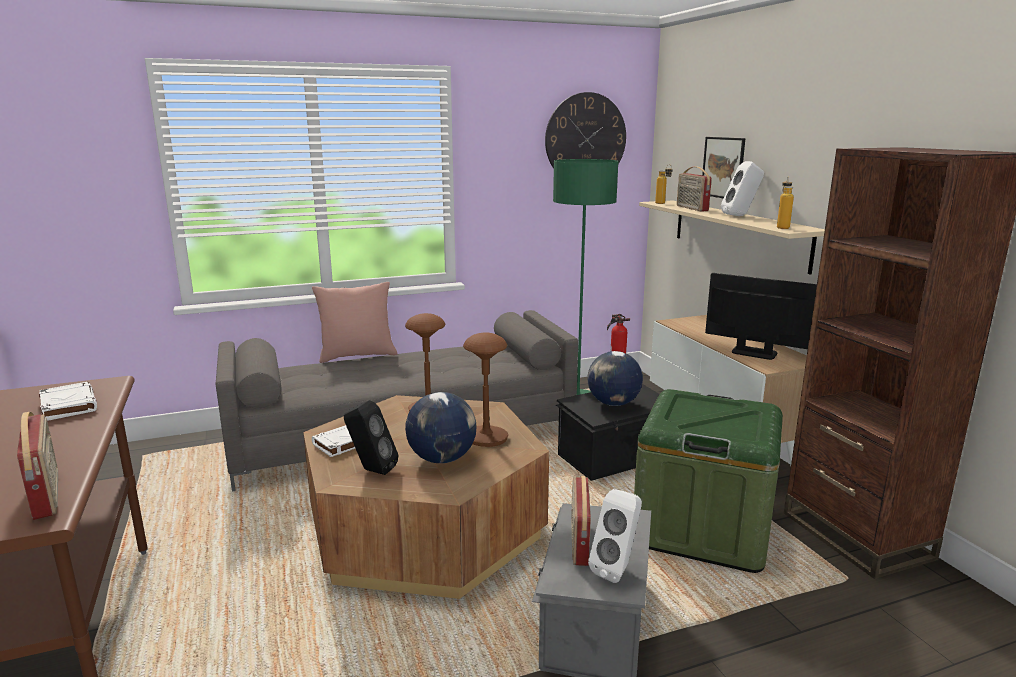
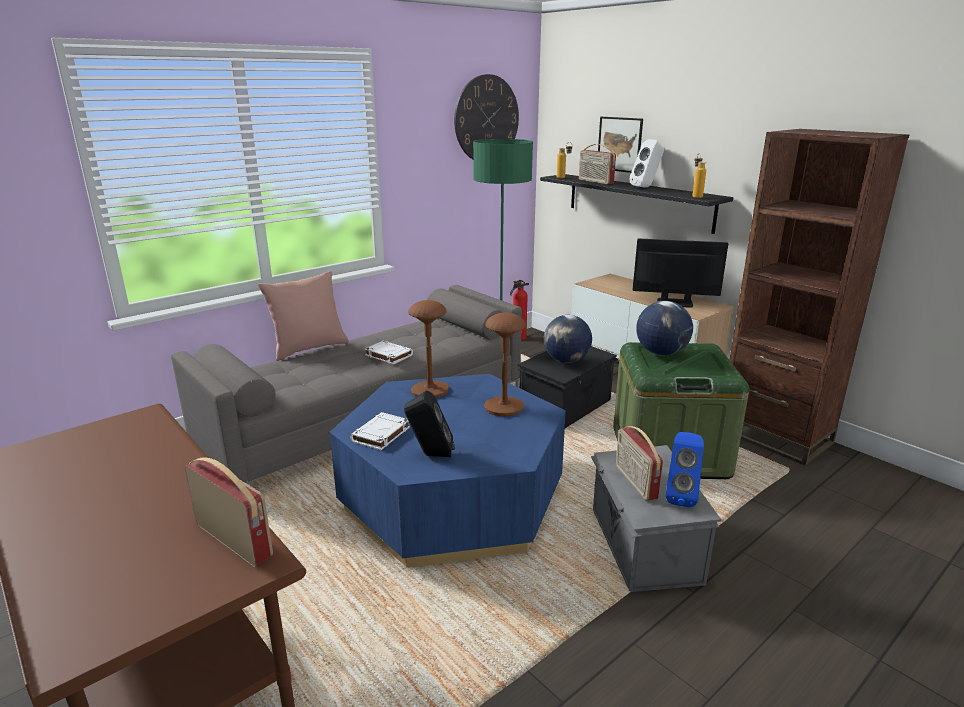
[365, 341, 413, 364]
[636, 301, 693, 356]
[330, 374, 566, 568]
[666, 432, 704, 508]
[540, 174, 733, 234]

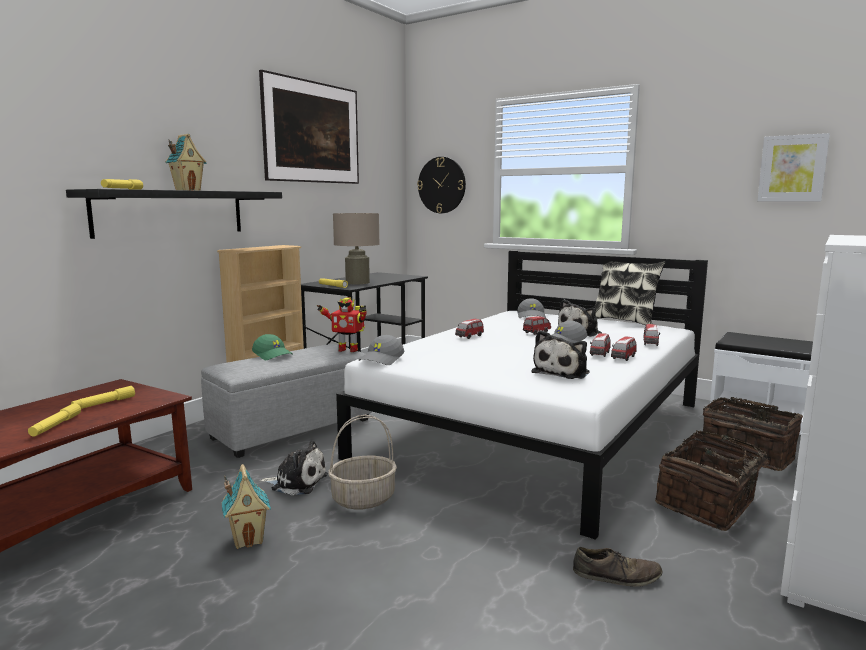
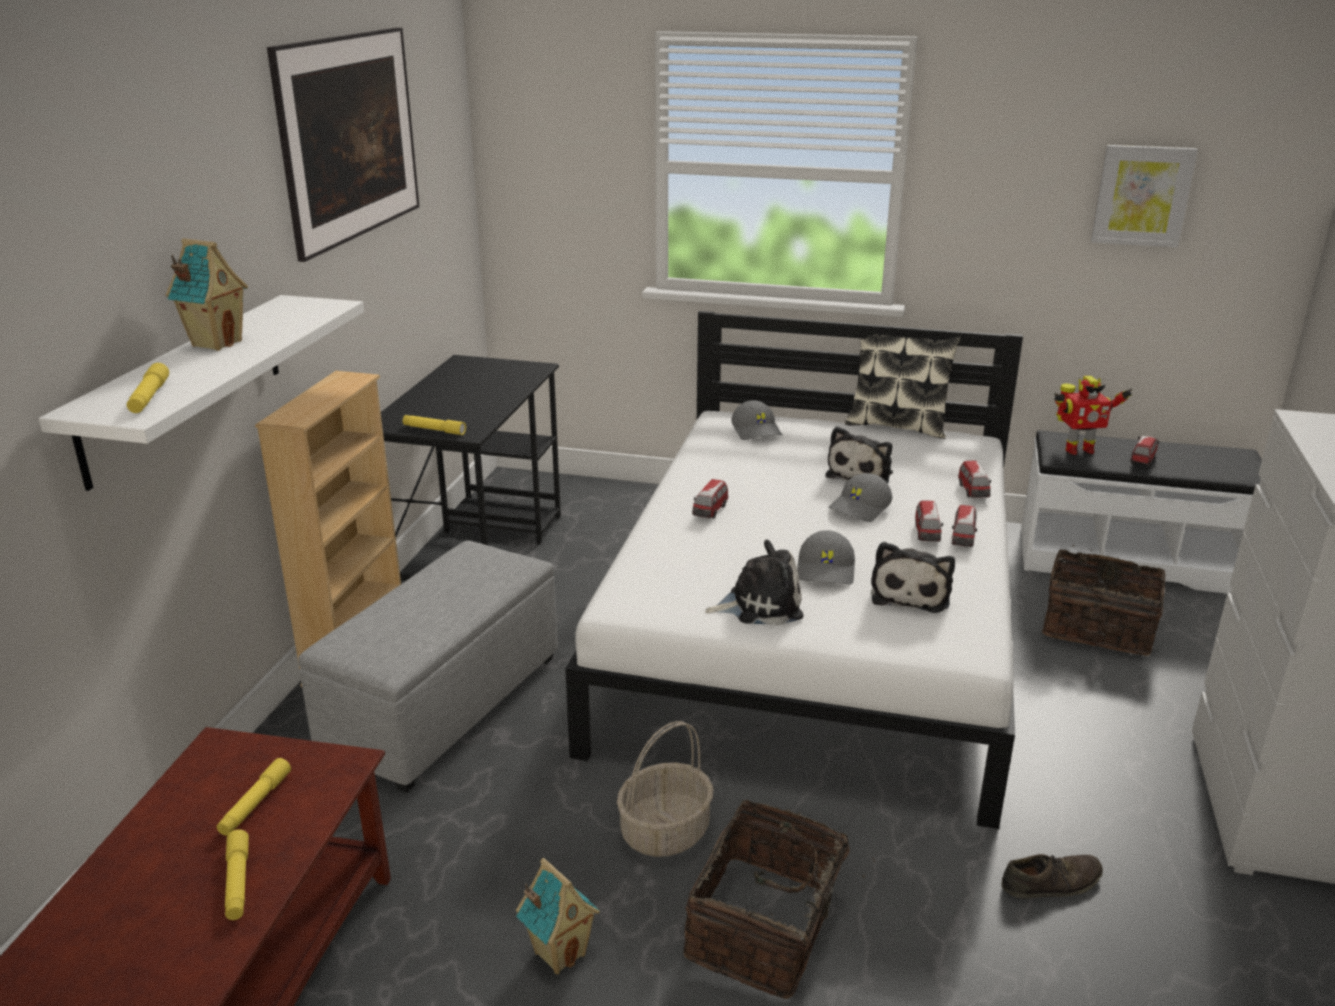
[252, 334, 293, 360] (first image)
[333, 213, 380, 284] (first image)
[417, 157, 466, 213] (first image)
[705, 540, 803, 625]
[1054, 376, 1132, 455]
[797, 530, 855, 584]
[1130, 436, 1160, 467]
[684, 799, 875, 999]
[39, 295, 364, 491]

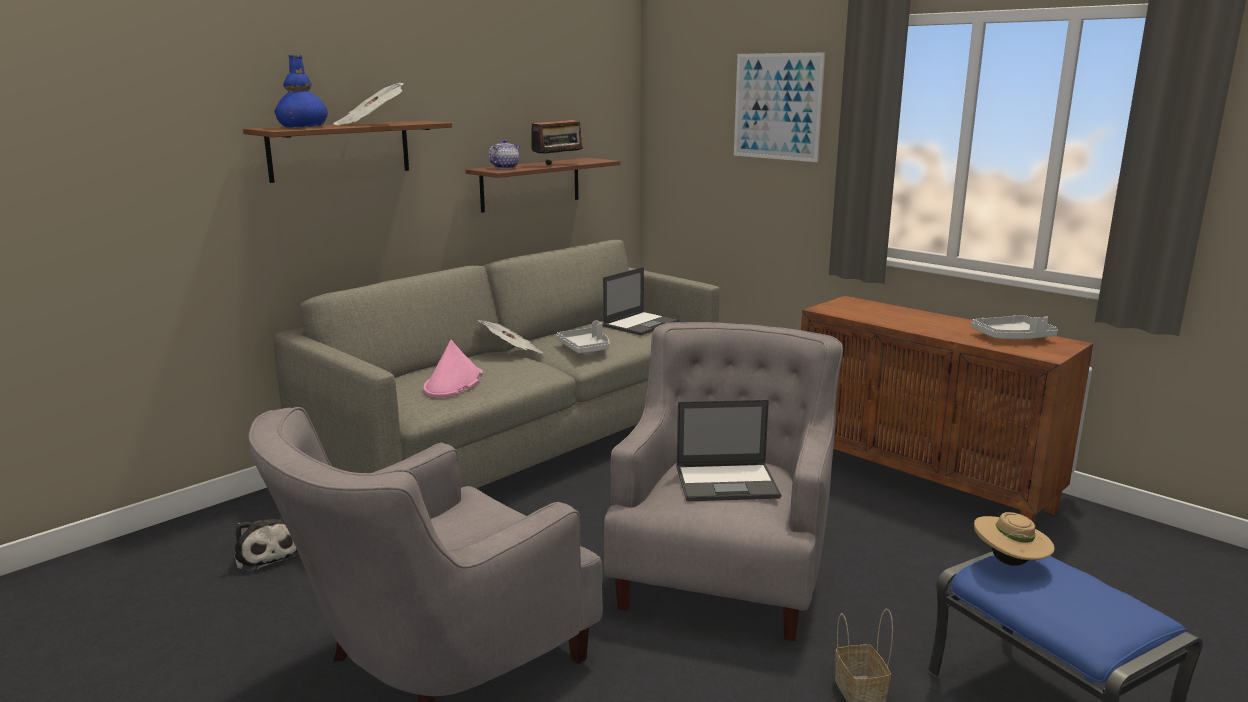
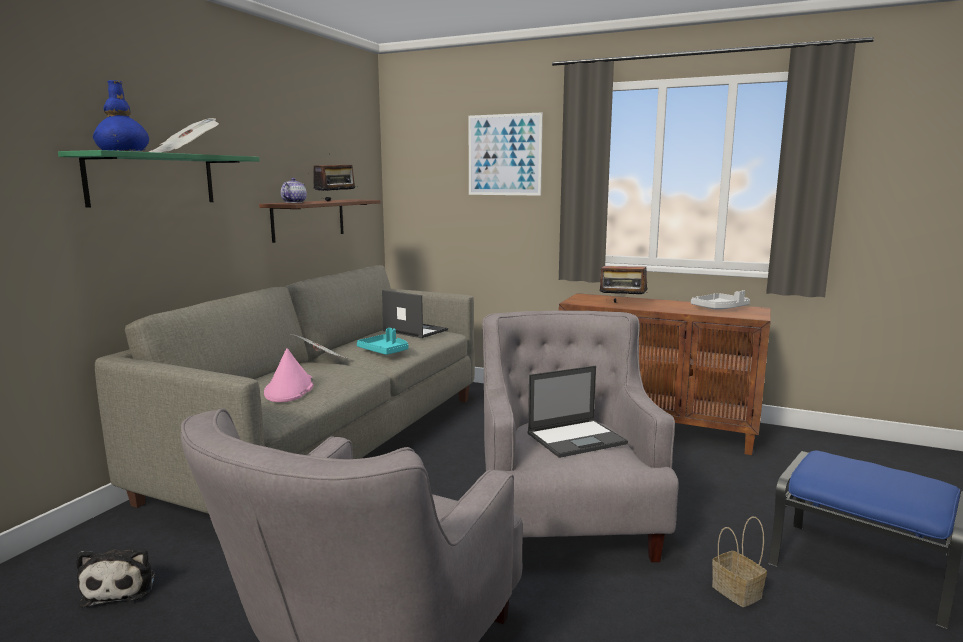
[974, 512, 1055, 566] (first image)
[600, 256, 648, 303]
[58, 150, 260, 208]
[357, 328, 408, 355]
[76, 549, 155, 608]
[382, 290, 448, 338]

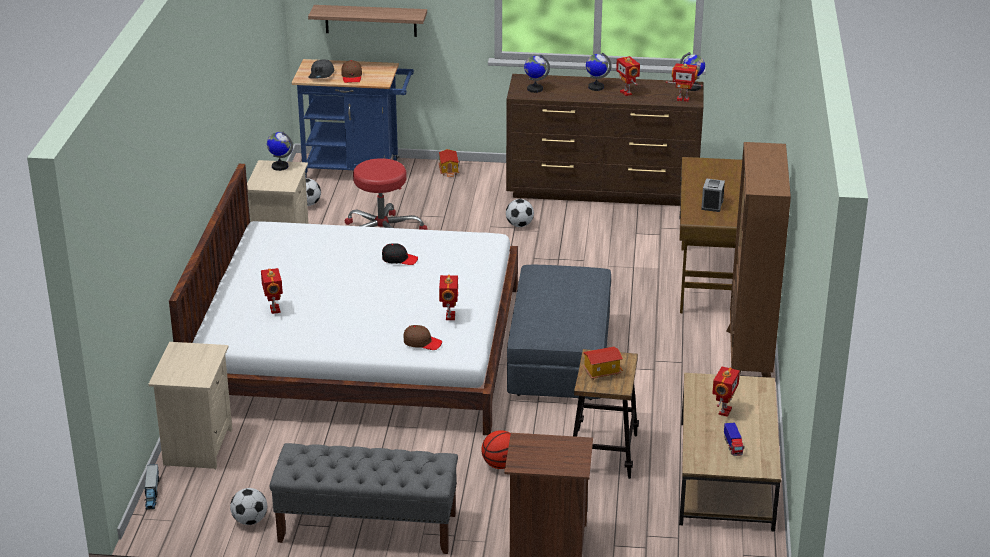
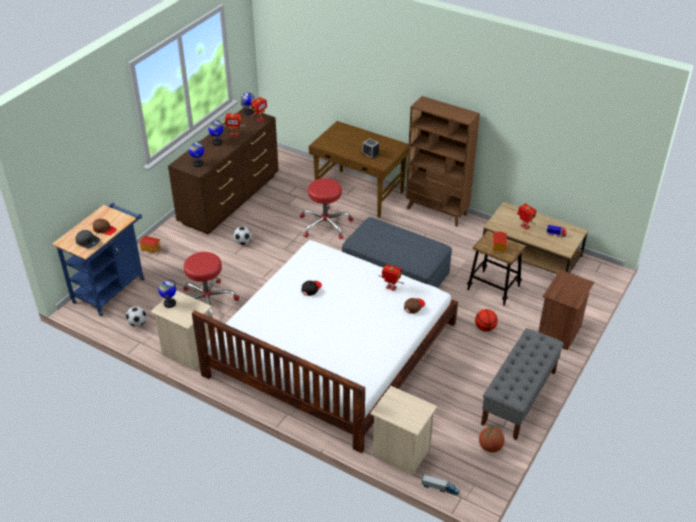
[261, 268, 283, 314] (first image)
[308, 5, 427, 37] (first image)
[300, 178, 354, 240]
[479, 427, 505, 453]

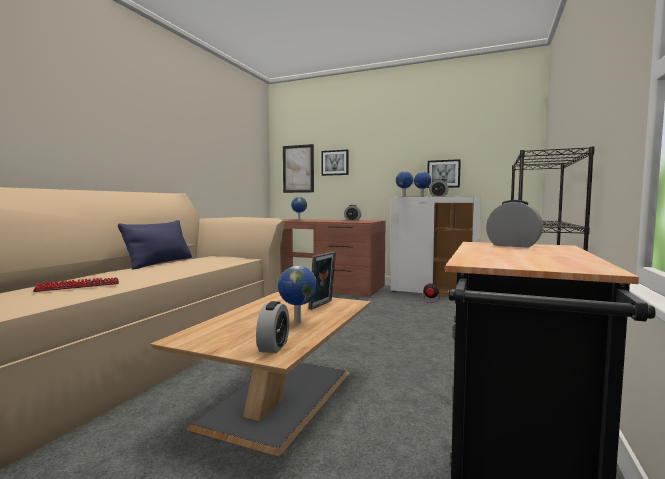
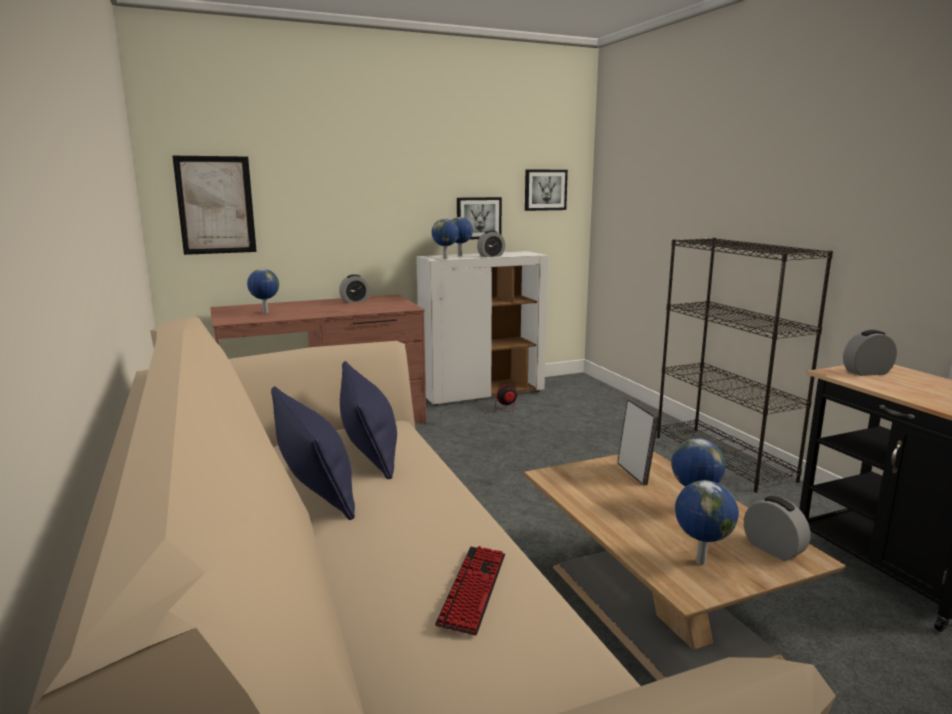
[340, 361, 397, 479]
[675, 480, 739, 565]
[525, 169, 568, 211]

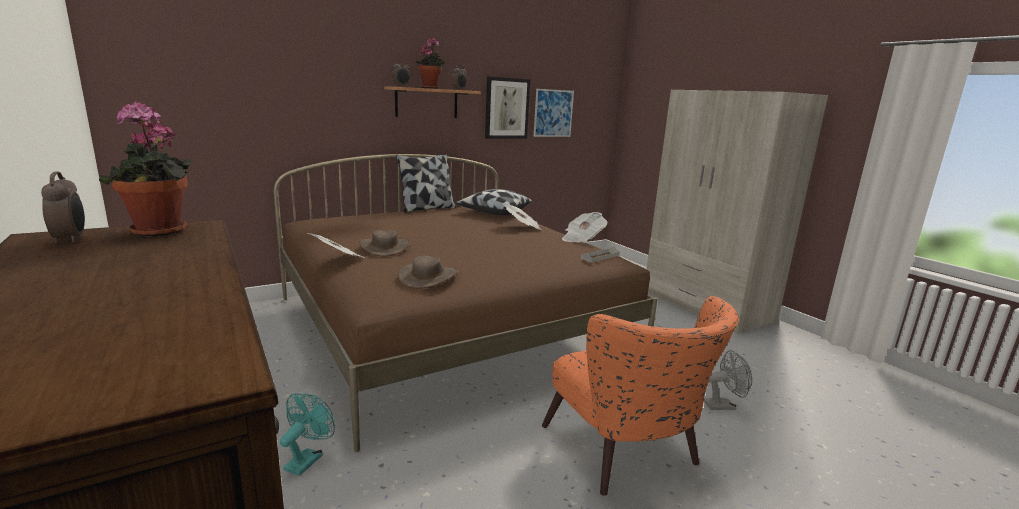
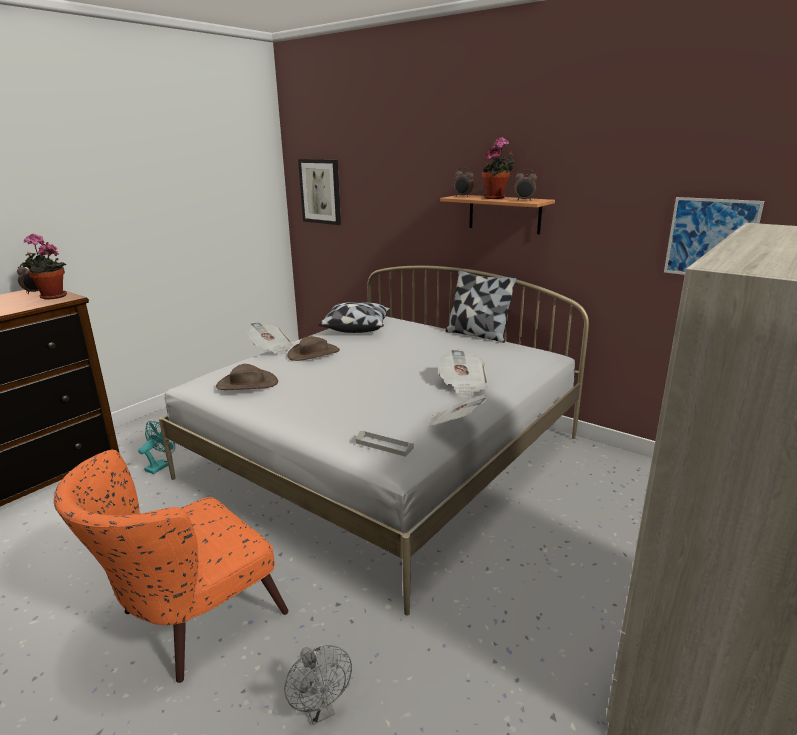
[318, 302, 390, 333]
[298, 159, 341, 225]
[159, 266, 589, 616]
[138, 421, 175, 474]

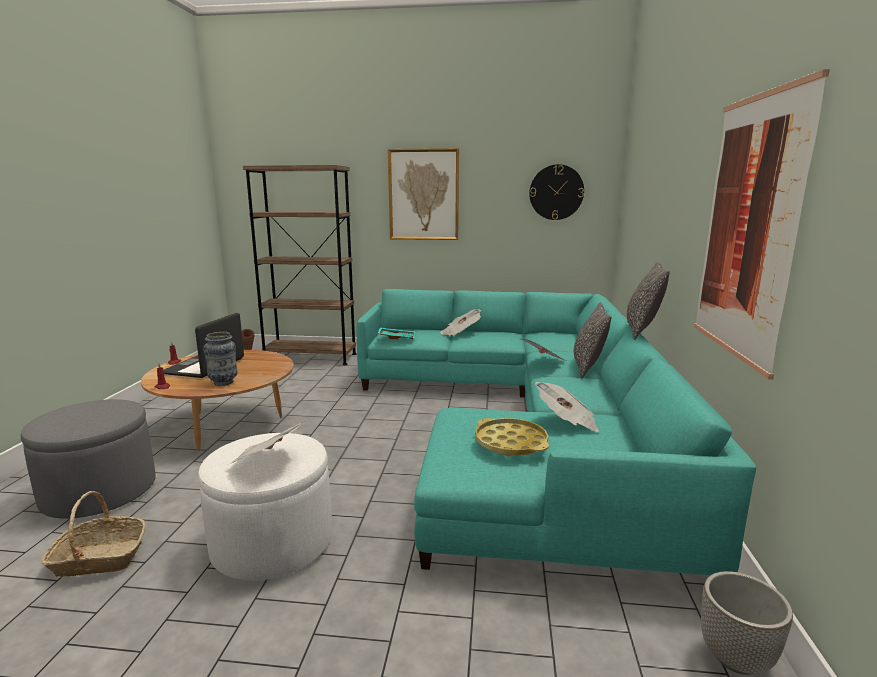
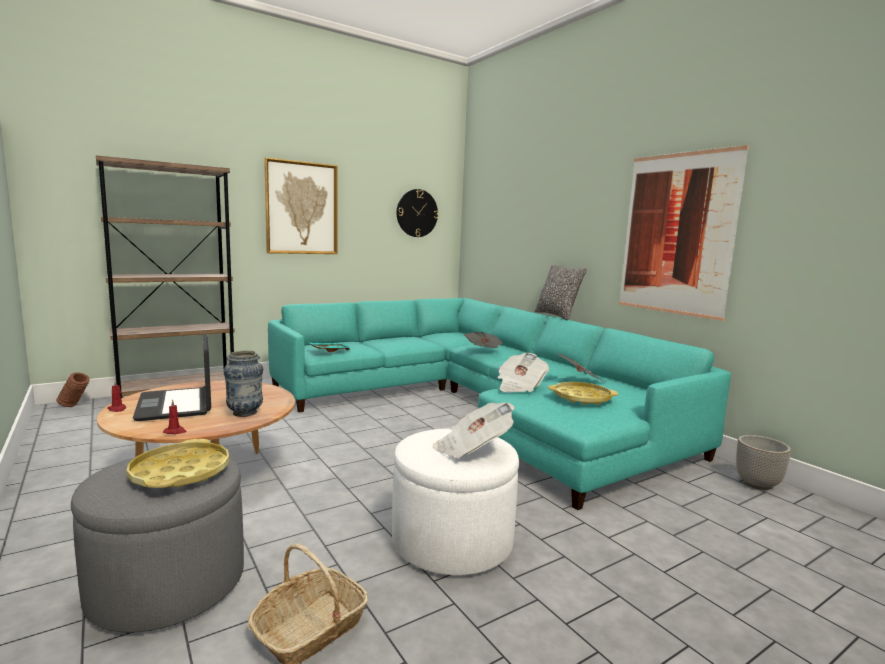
[574, 302, 611, 378] (first image)
[126, 439, 229, 488]
[497, 353, 549, 393]

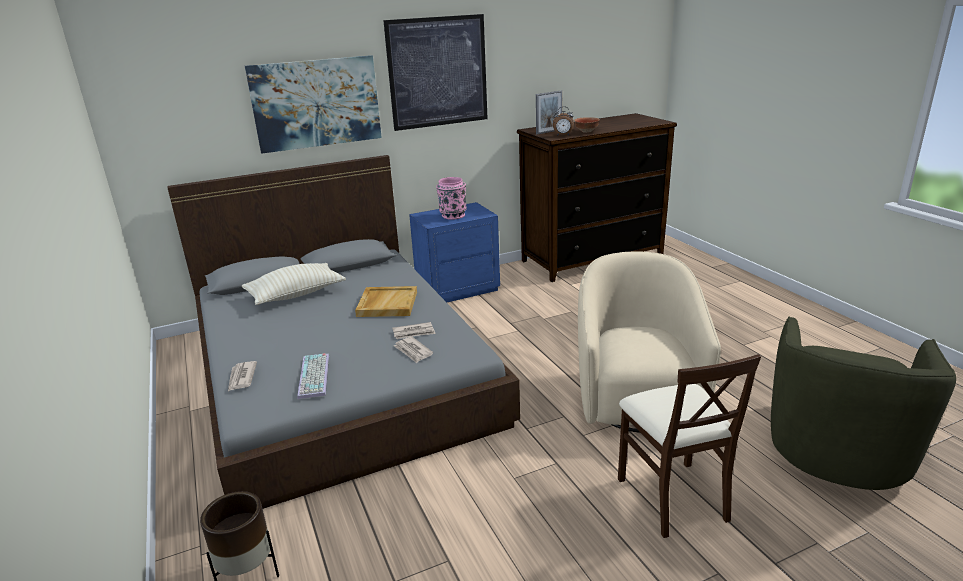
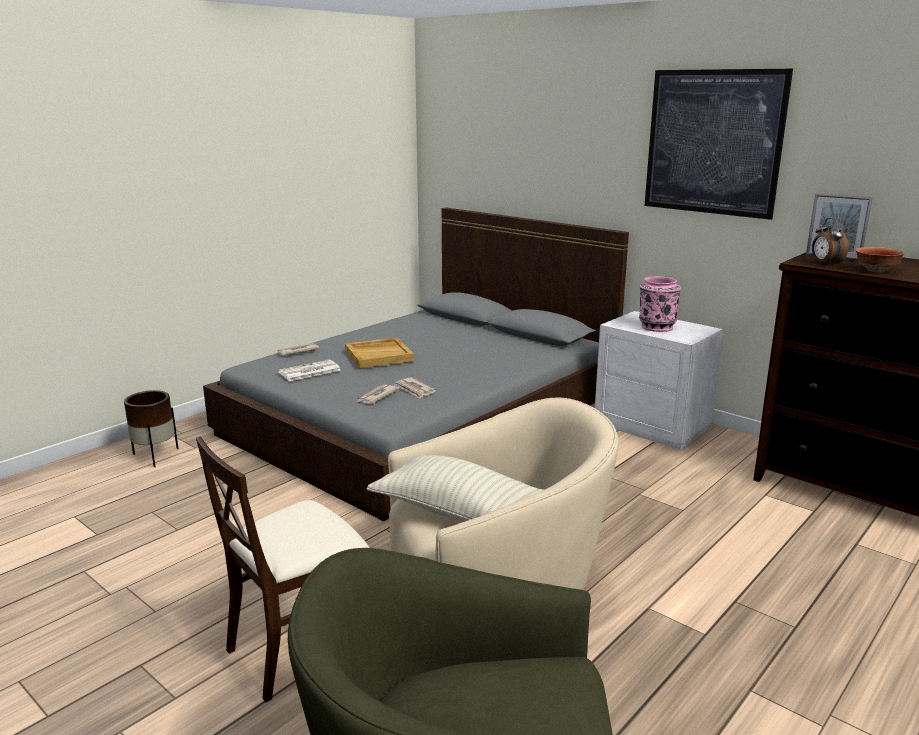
[245, 55, 382, 154] (first image)
[367, 455, 543, 522]
[345, 337, 414, 368]
[278, 360, 341, 381]
[595, 311, 723, 450]

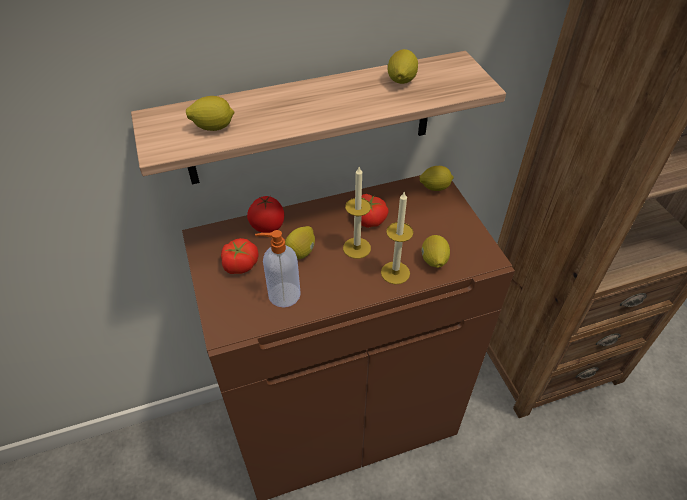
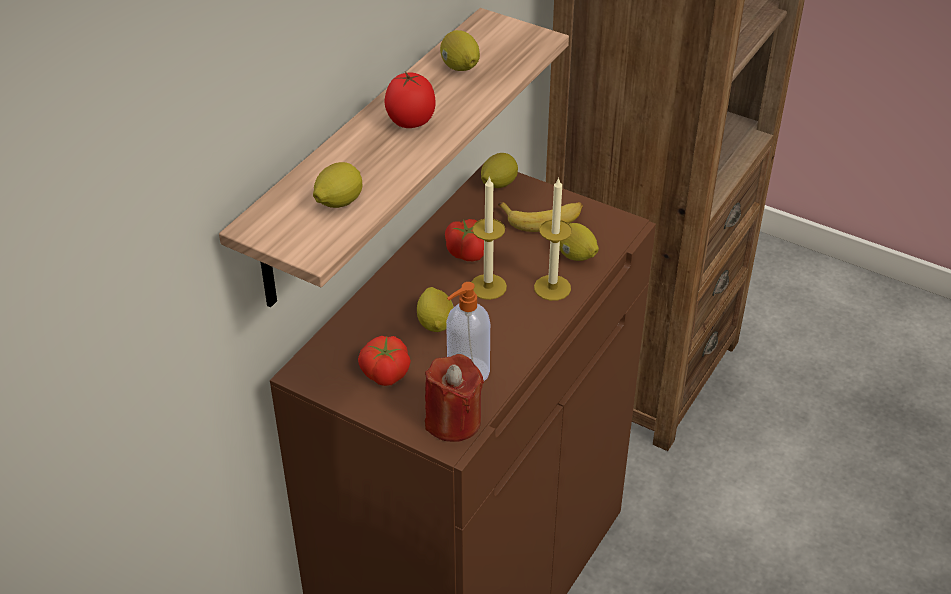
[425, 354, 484, 442]
[498, 202, 583, 232]
[384, 71, 436, 128]

